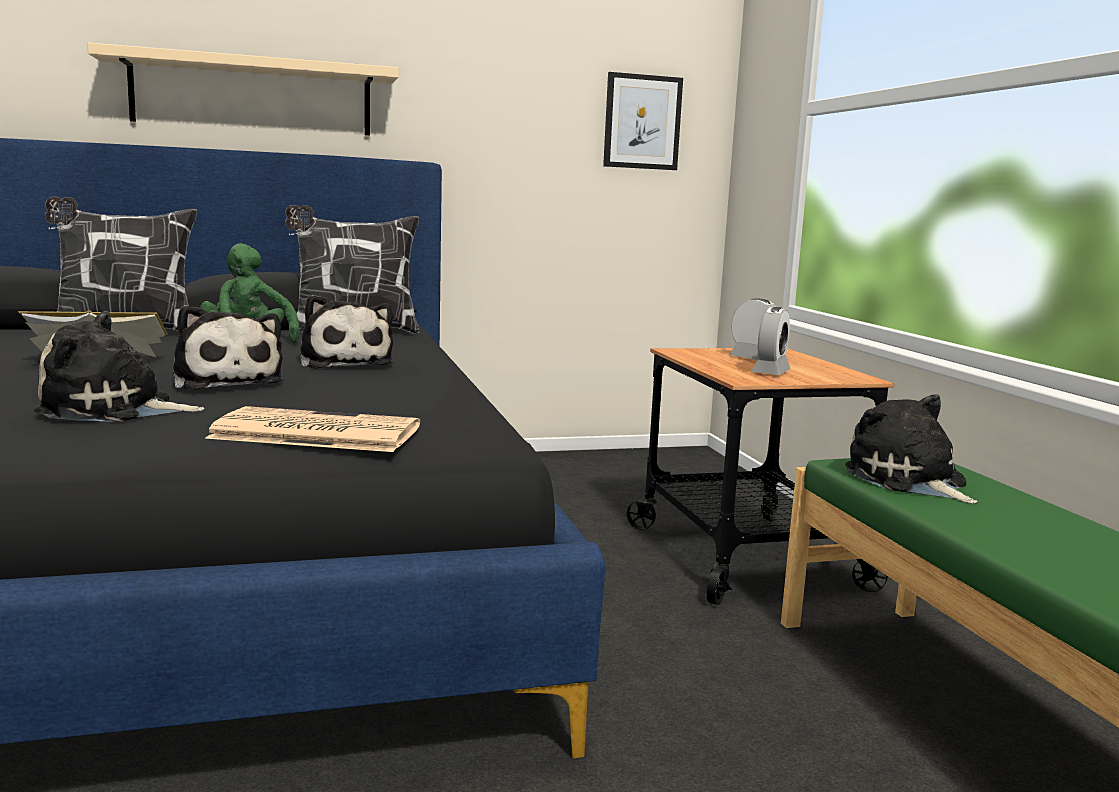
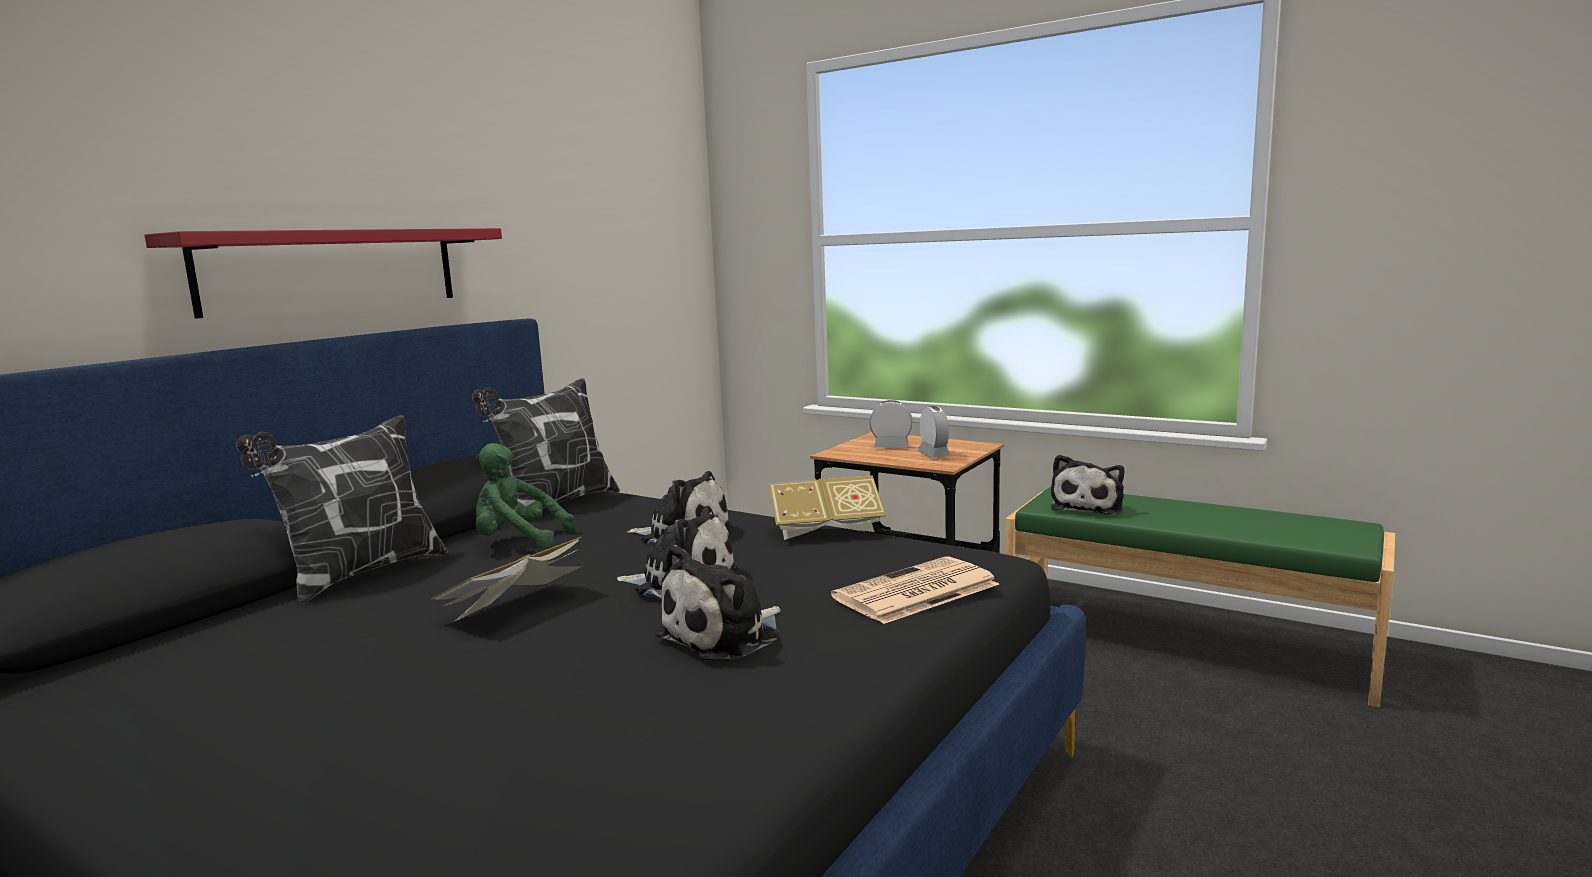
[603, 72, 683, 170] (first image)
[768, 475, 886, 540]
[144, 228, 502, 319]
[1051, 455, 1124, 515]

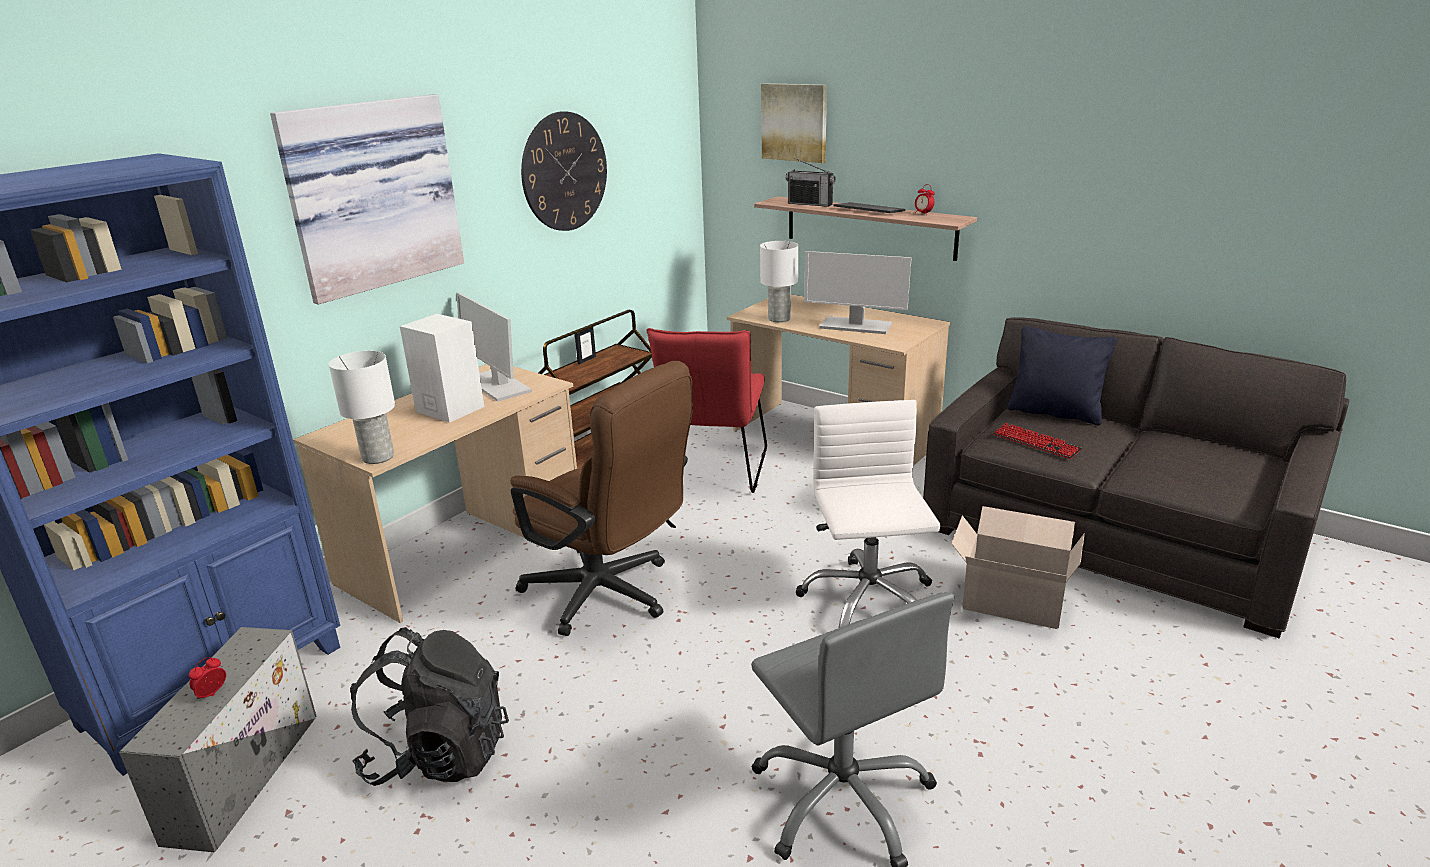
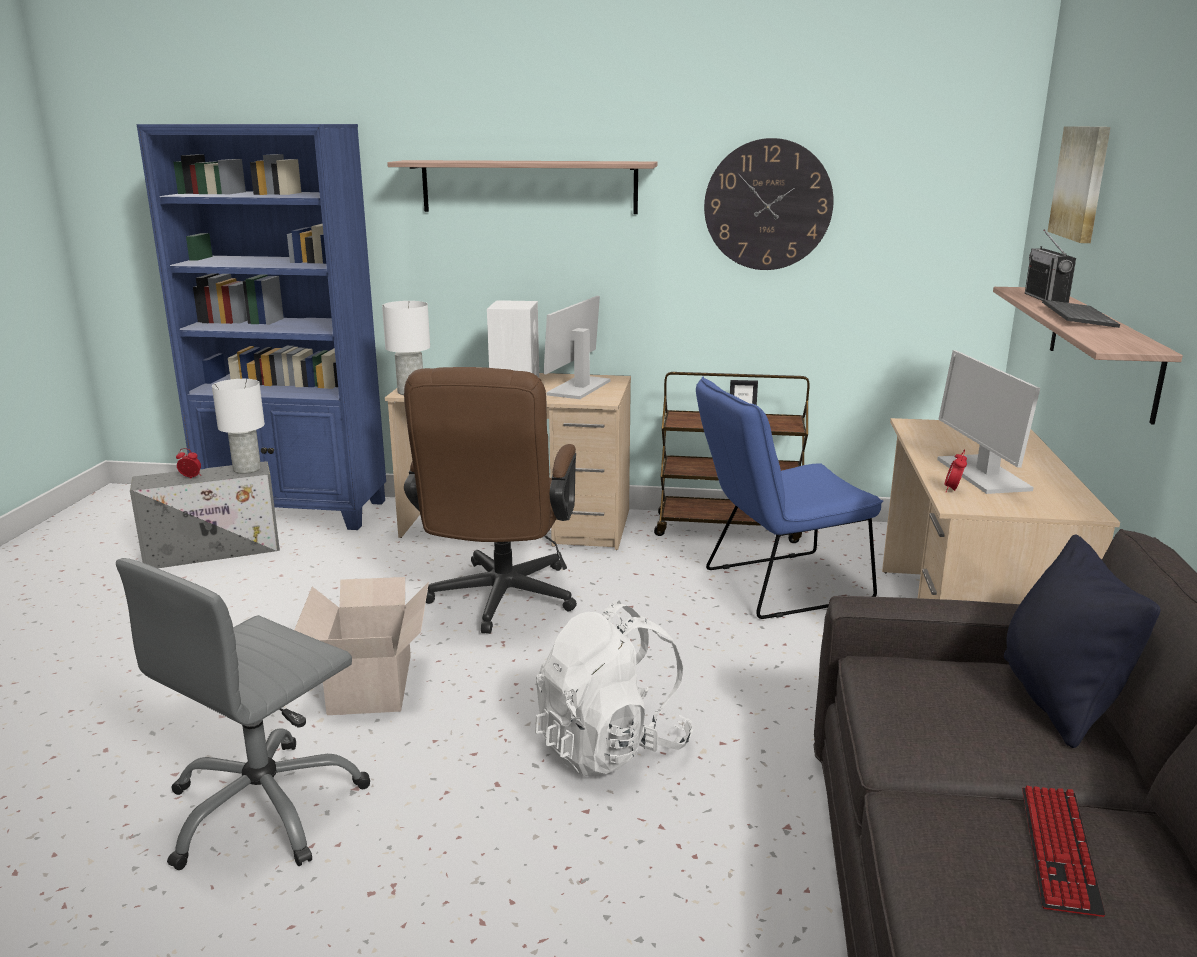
[350, 627, 509, 786] (first image)
[212, 379, 265, 474]
[944, 450, 967, 493]
[294, 577, 429, 715]
[1022, 786, 1105, 917]
[387, 160, 657, 214]
[535, 600, 693, 776]
[696, 376, 883, 619]

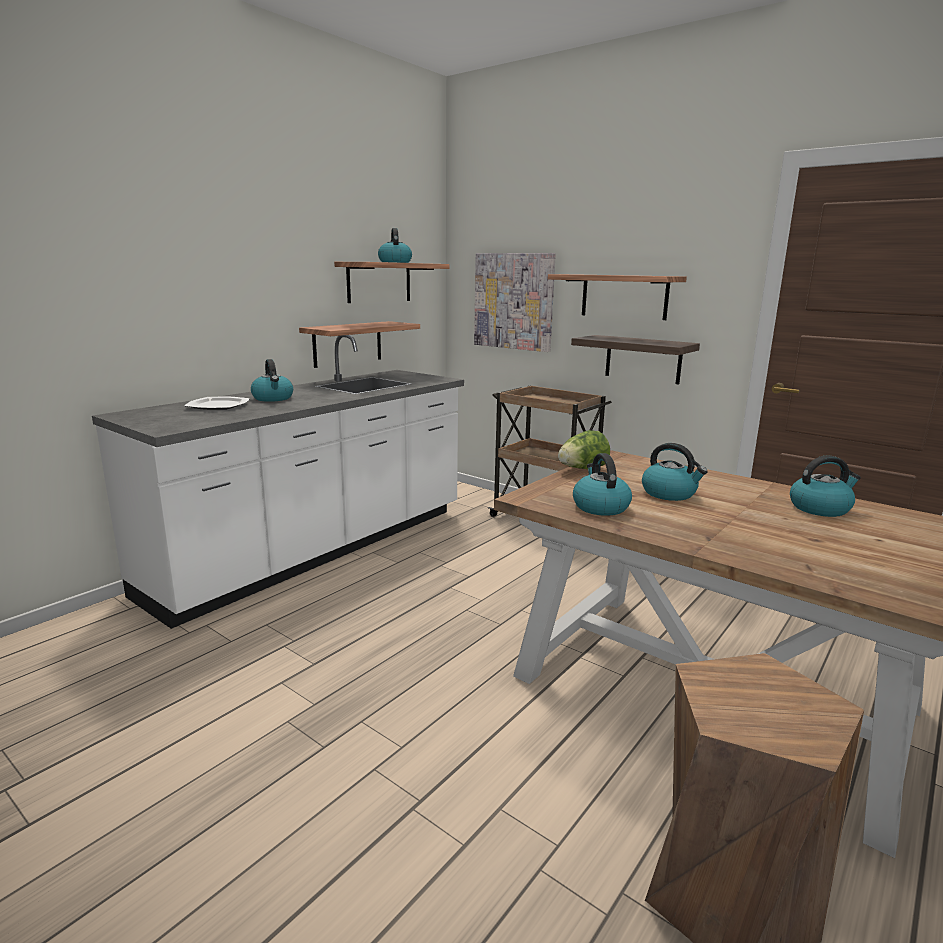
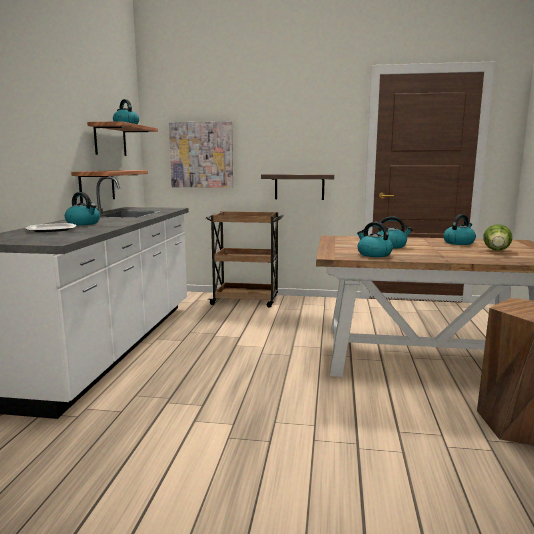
[548, 274, 687, 320] (first image)
[483, 225, 512, 250]

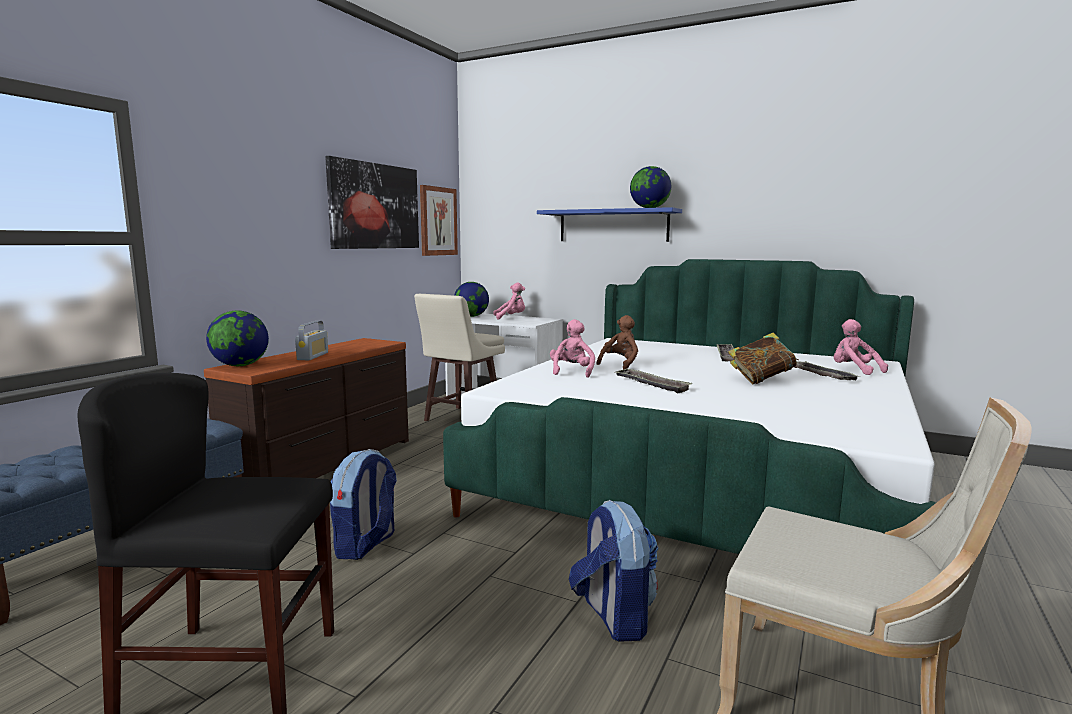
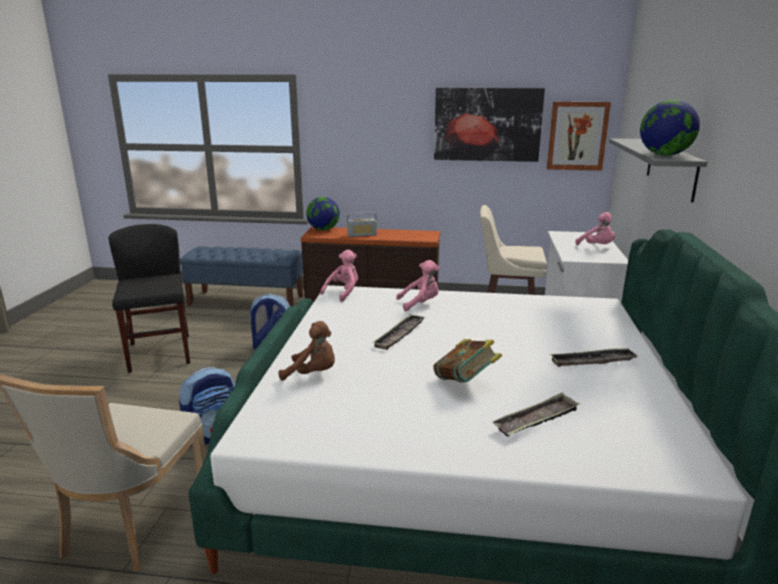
[454, 282, 489, 317] (first image)
[279, 321, 335, 381]
[320, 250, 358, 302]
[609, 138, 707, 203]

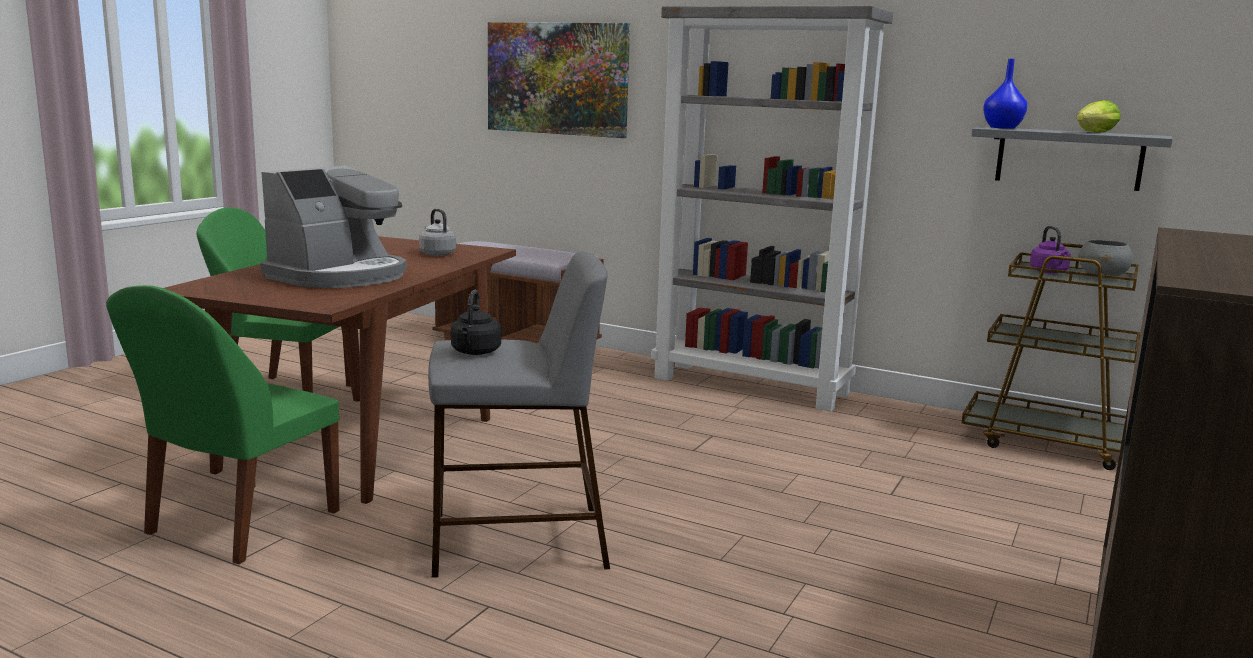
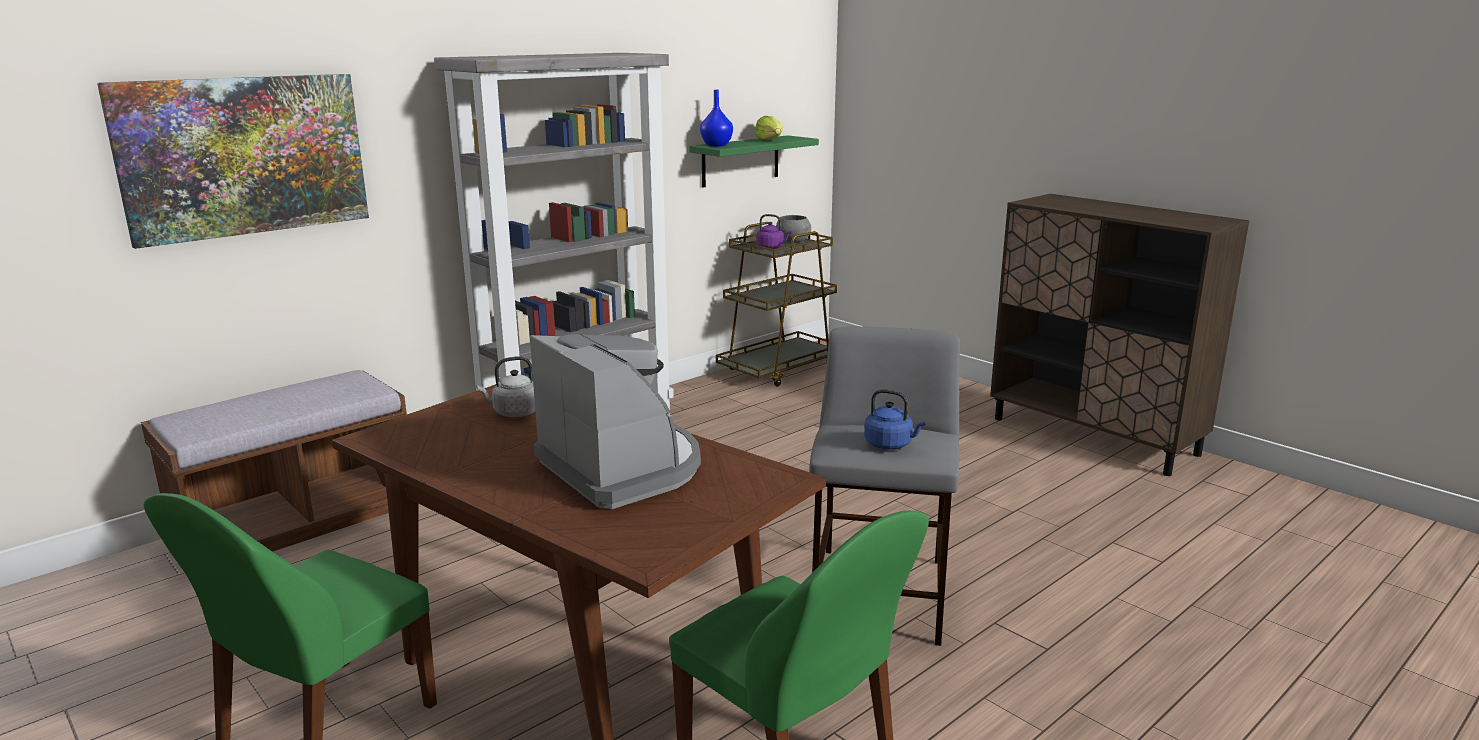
[864, 389, 926, 450]
[689, 135, 819, 188]

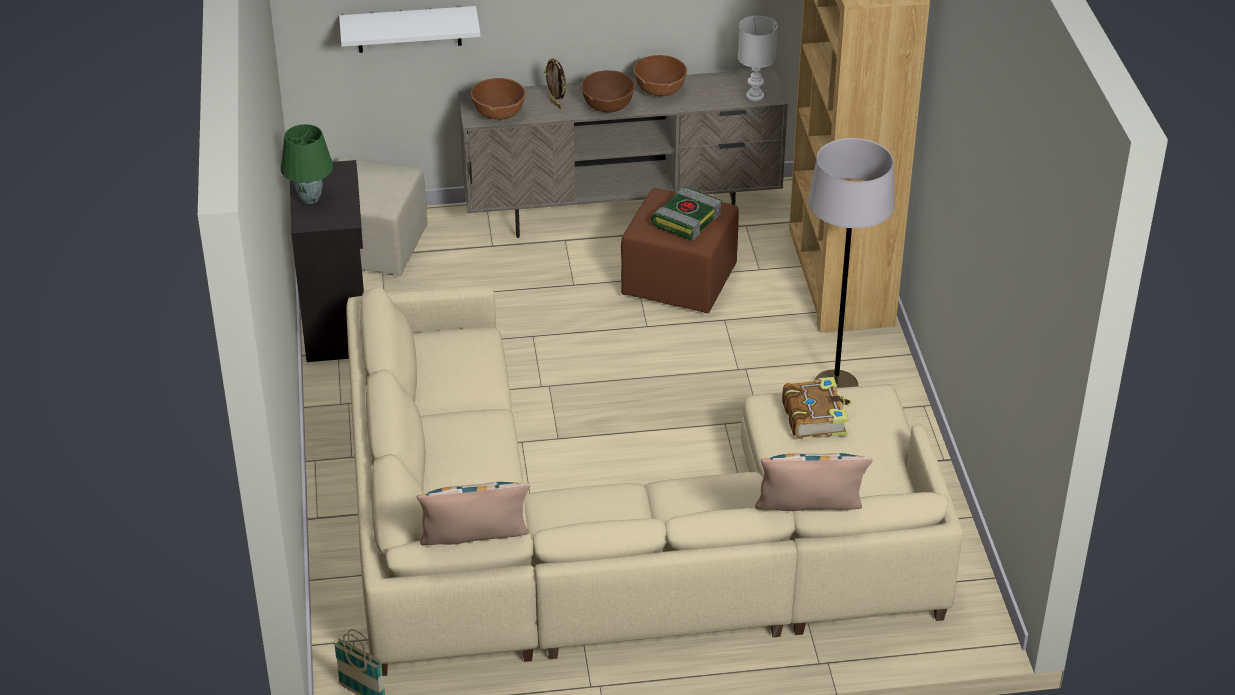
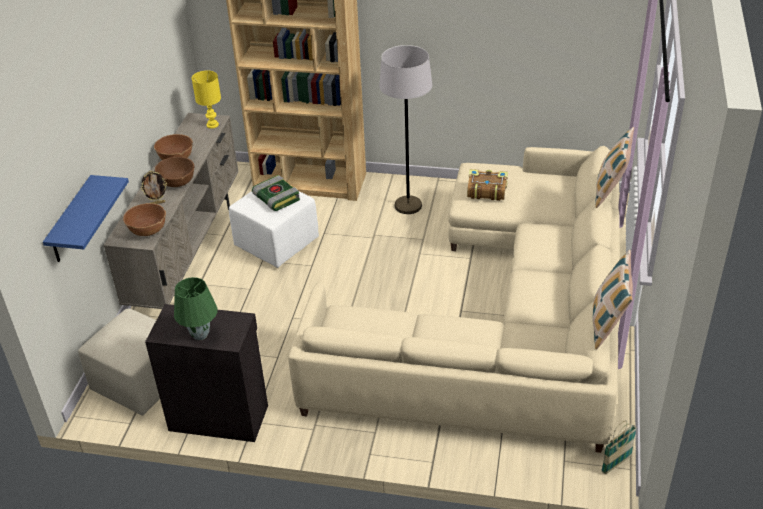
[43, 175, 129, 262]
[229, 191, 319, 268]
[192, 70, 221, 129]

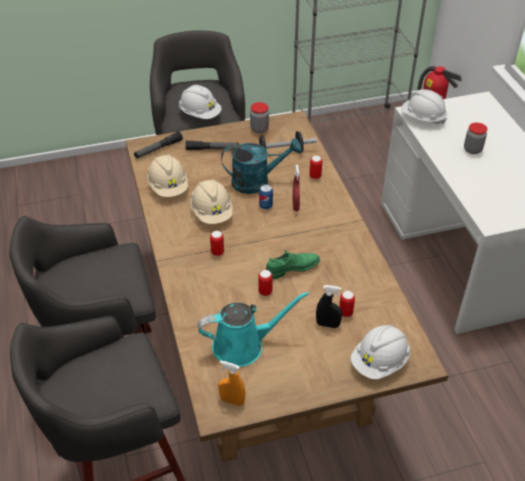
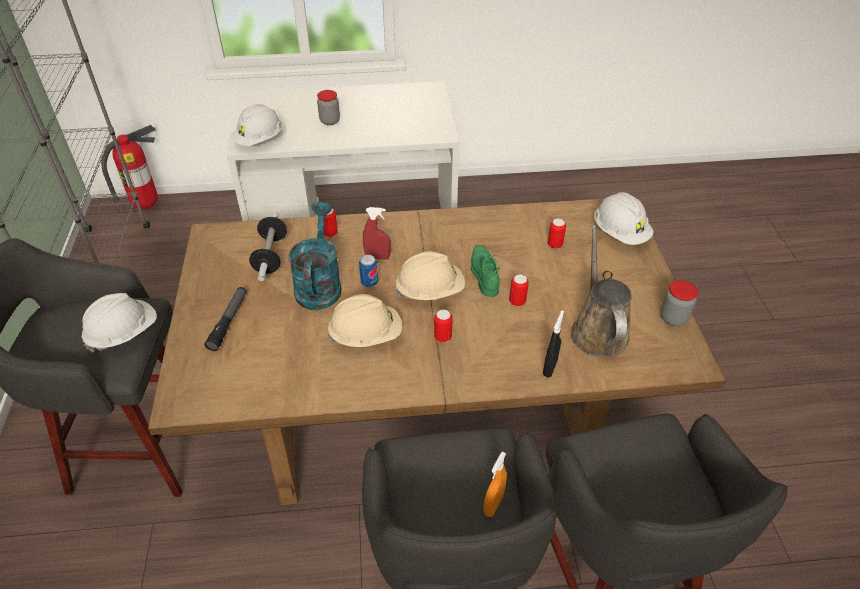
[134, 131, 183, 159] (first image)
[395, 251, 465, 300]
[483, 452, 507, 517]
[661, 280, 698, 326]
[543, 310, 564, 377]
[571, 225, 632, 358]

